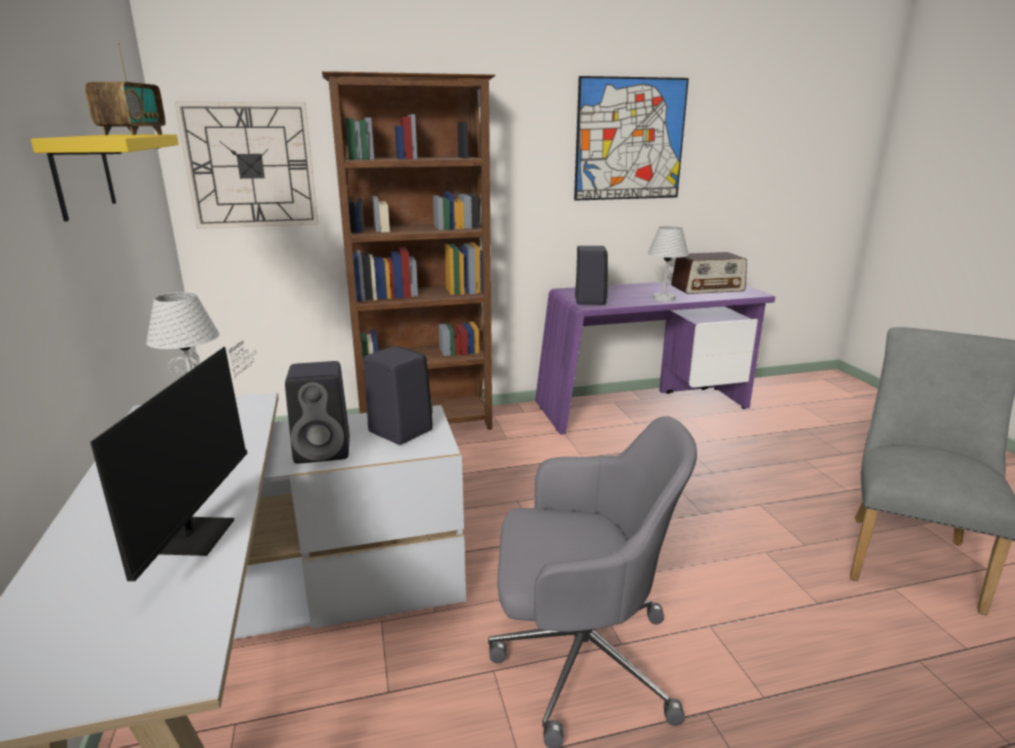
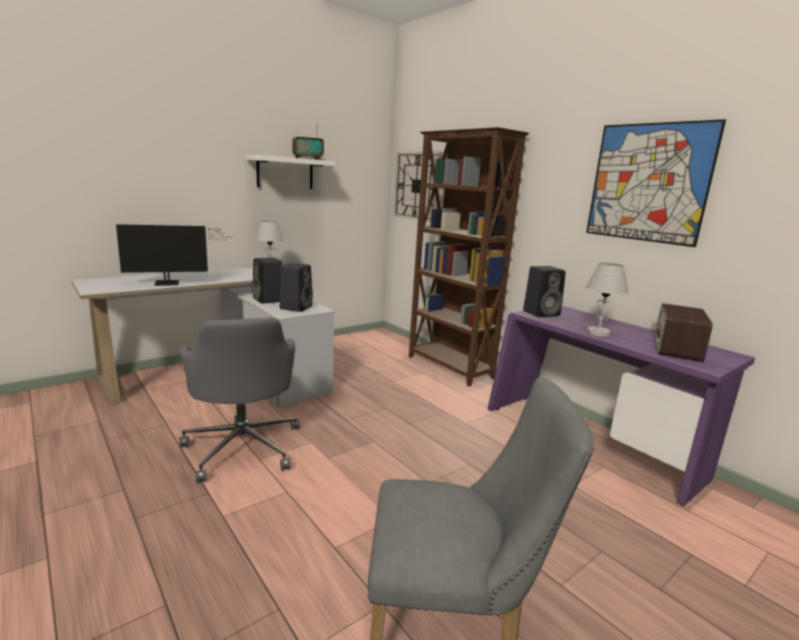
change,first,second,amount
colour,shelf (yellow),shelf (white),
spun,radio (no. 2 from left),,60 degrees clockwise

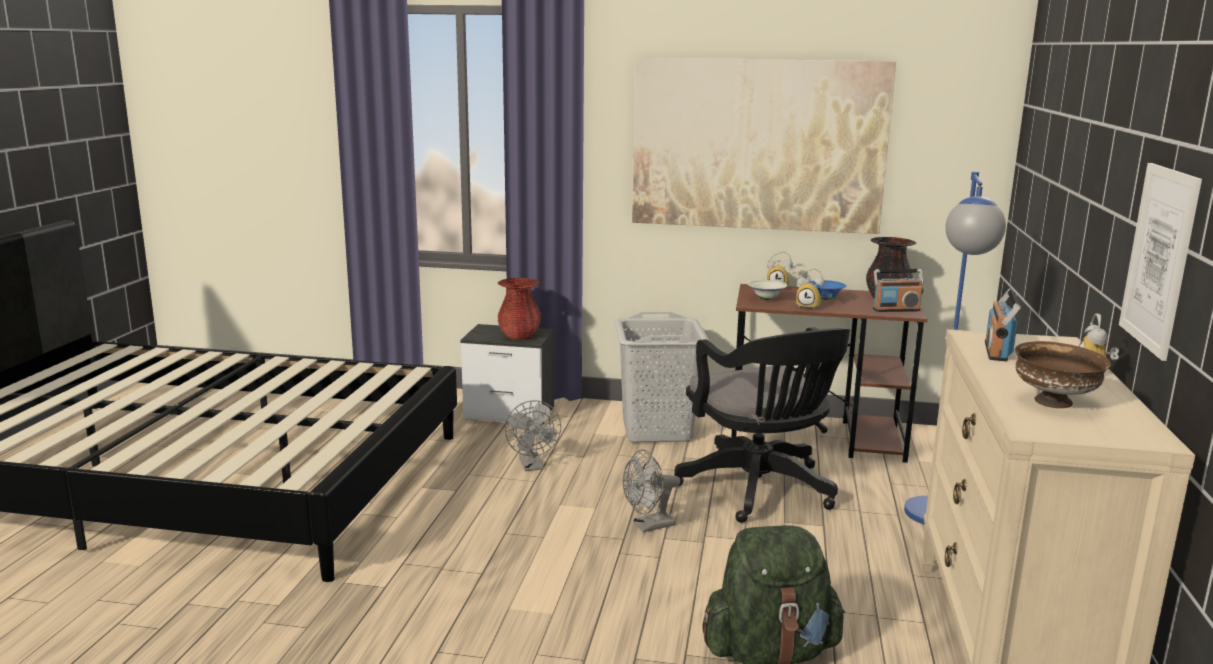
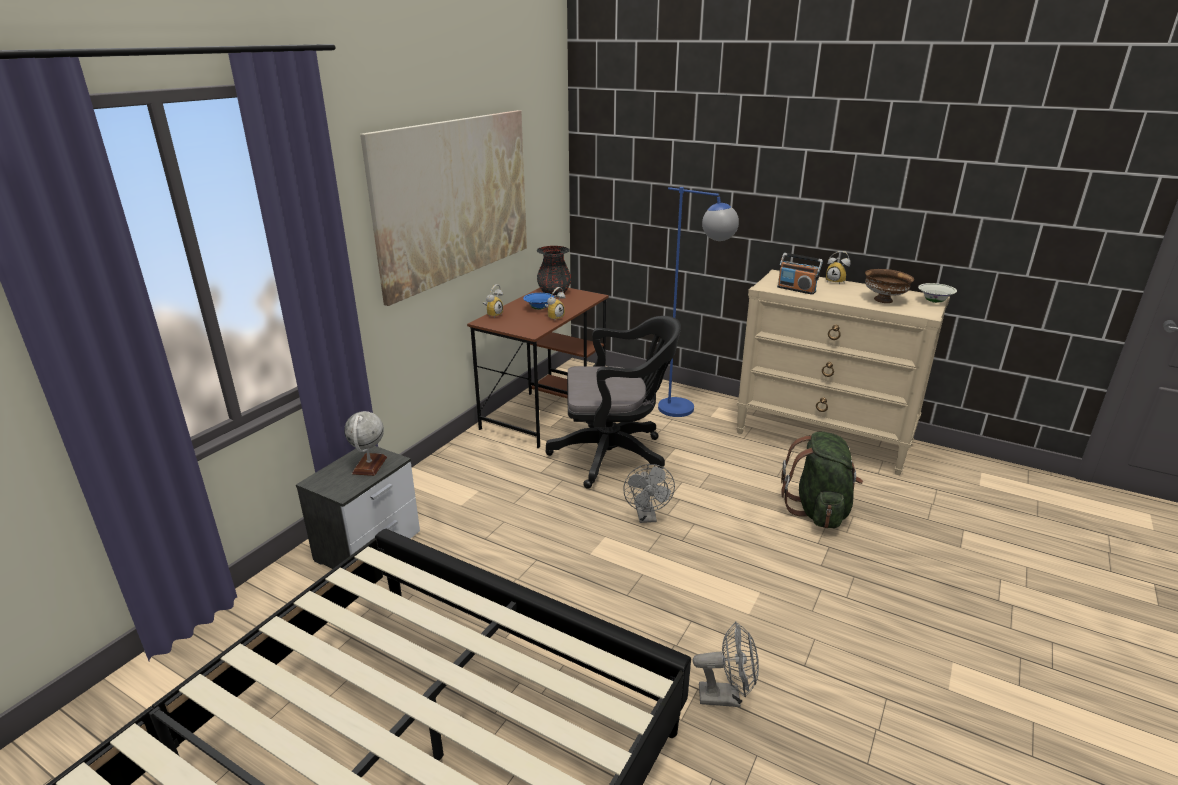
change,first,second,amount
missing,laundry basket (grey),,
missing,radio (no. 1 from left),,
missing,picture (no. 2 from left),,
relocated,fan (grey) (no. 1 from left in the first image),fan (grey) (no. 2 from left),
relocated,bowl (white),,
exchanged,vase (red),globe,

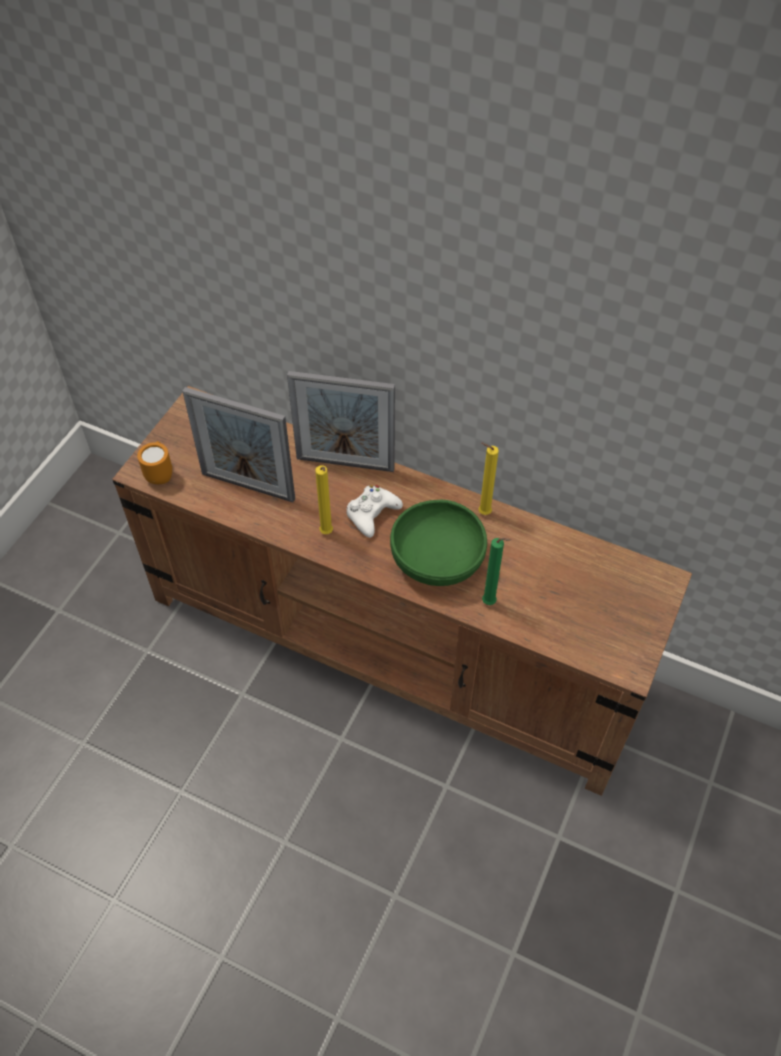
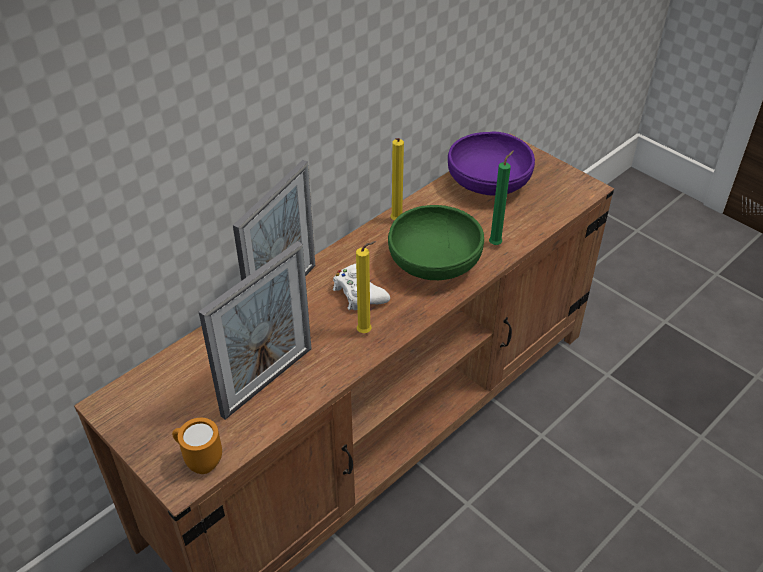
change,first,second,amount
appeared,,bowl (purple),

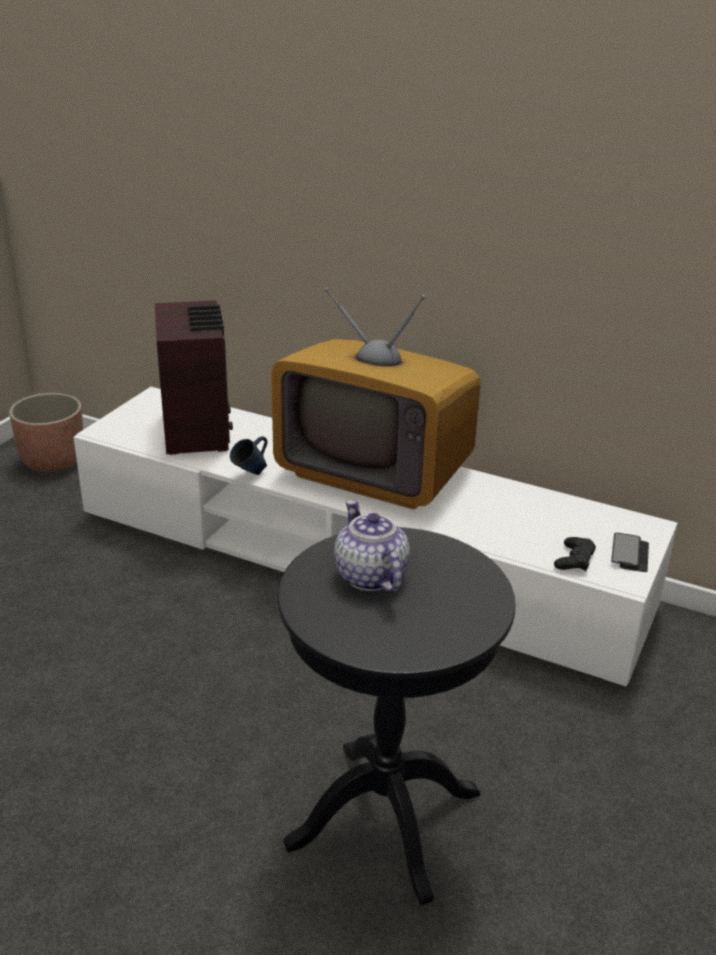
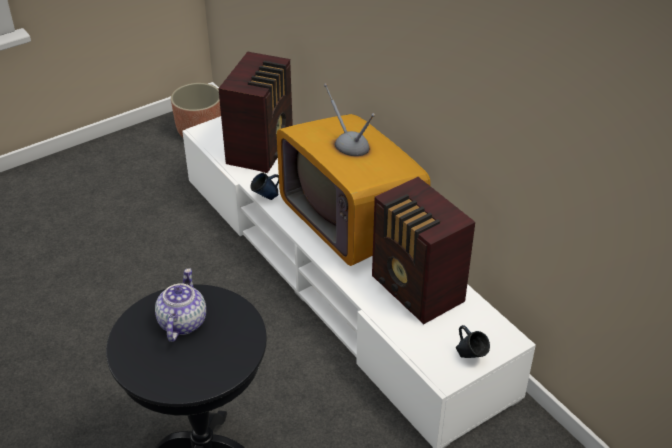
change,first,second,amount
missing,game controller (black),,
appeared,,radio (no. 2 from left),
exchanged,phone,mug (blue) (no. 2 from left),

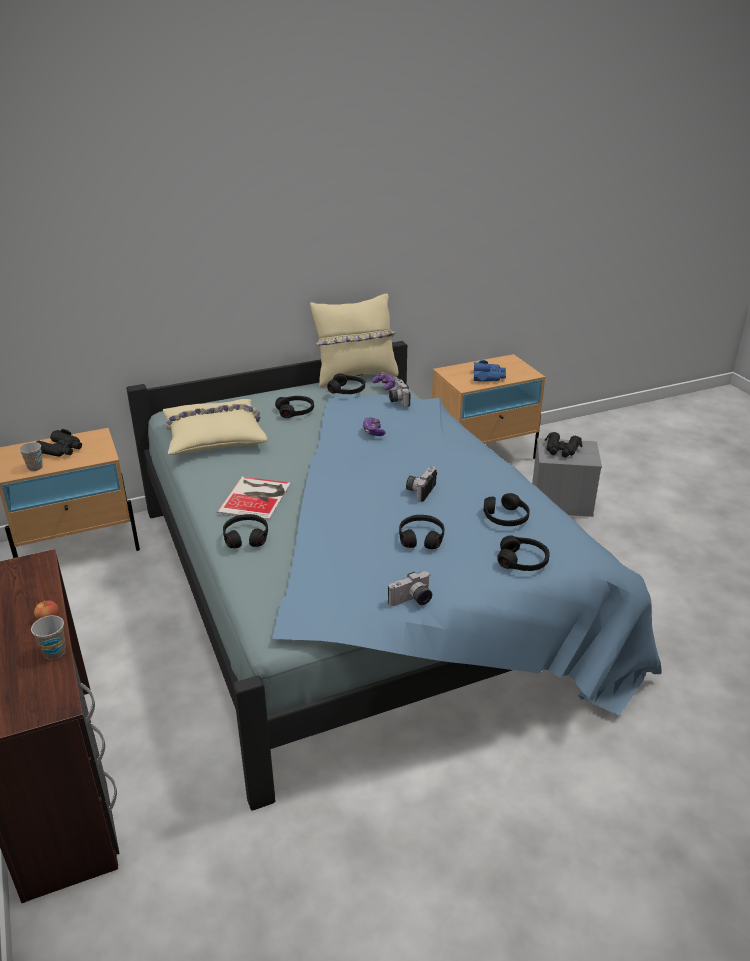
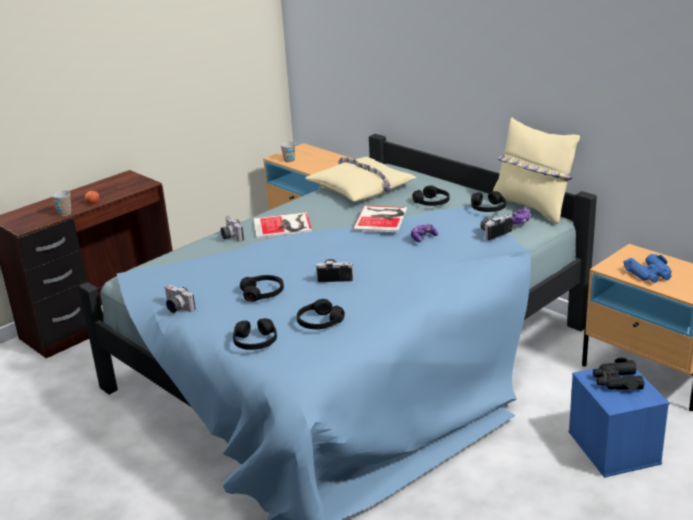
change,first,second,amount
missing,binoculars (black) (no. 1 from left),,
appeared,,book (no. 2 from left),
exchanged,headphones (black) (no. 1 from left),photo camera (no. 2 from left),
colour,storage box (grey),storage box (blue),

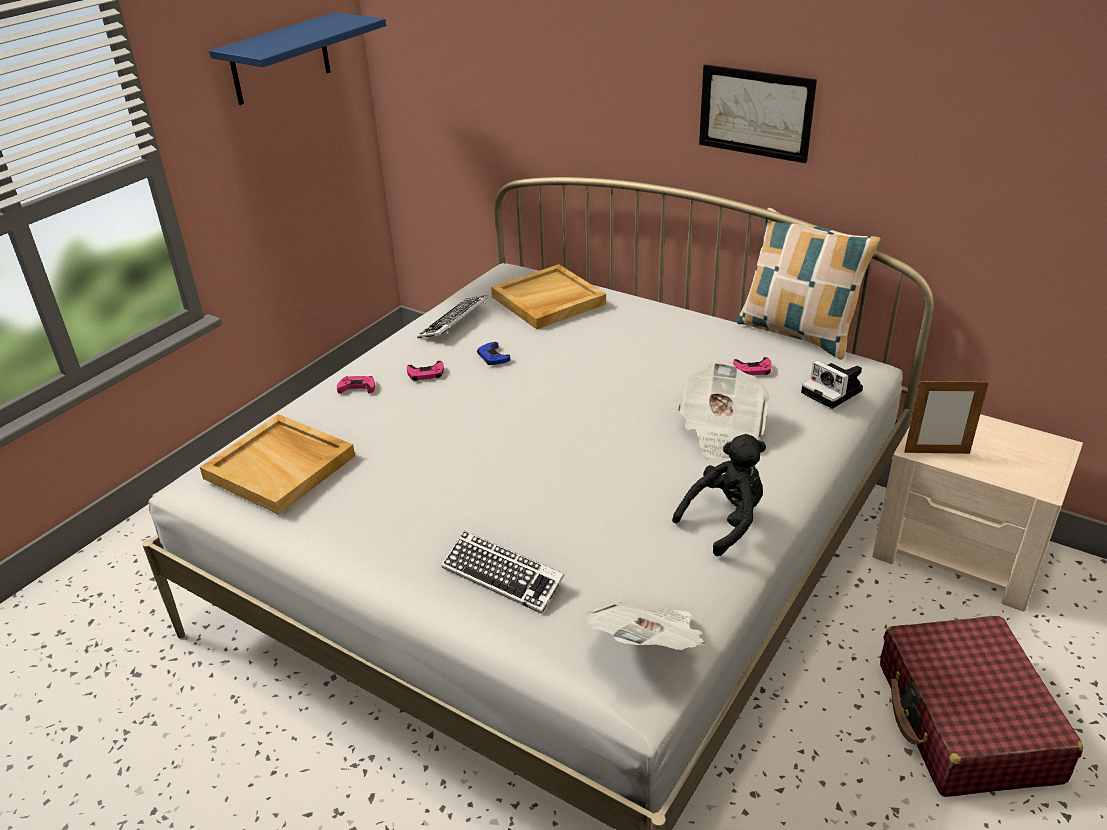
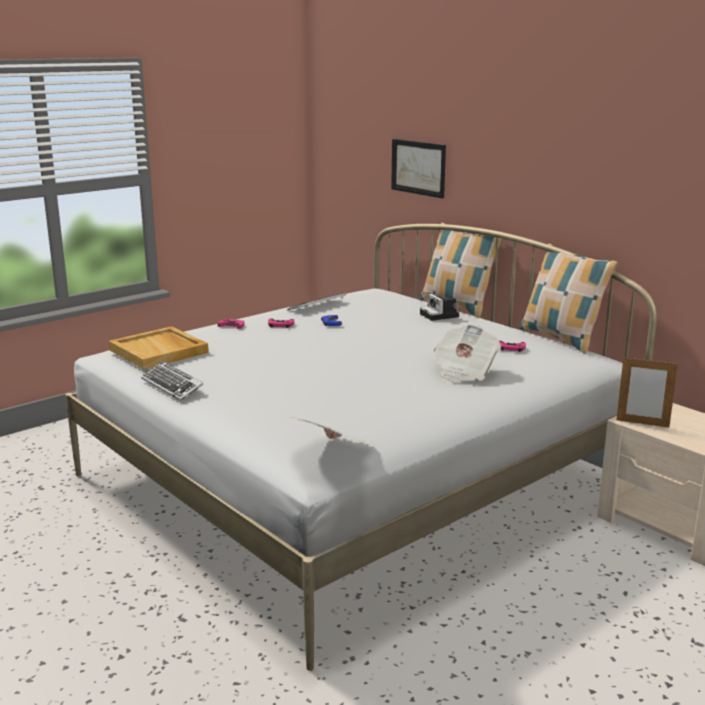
change,first,second,amount
missing,shelf (blue),,
missing,tray (beige) (no. 2 from left),,
missing,plush toy (black),,
missing,suitcase (red),,
appeared,,pillow (no. 1 from left),
relocated,keyboard (no. 2 from left in the first image),keyboard (no. 1 from left),
relocated,picture,,
relocated,photo camera,,

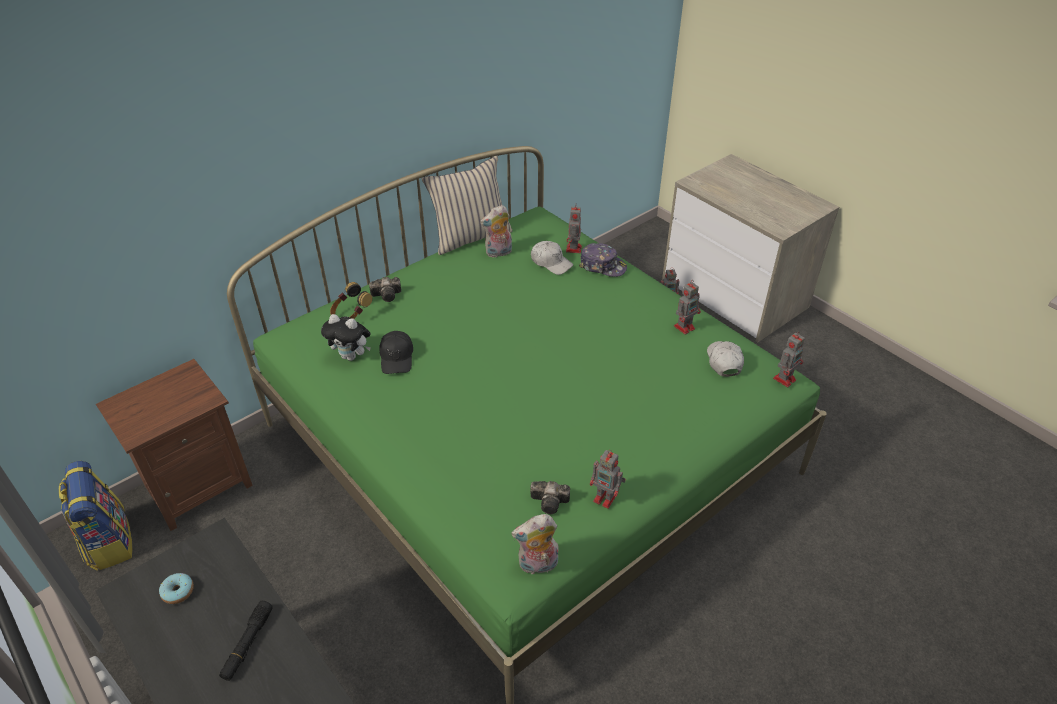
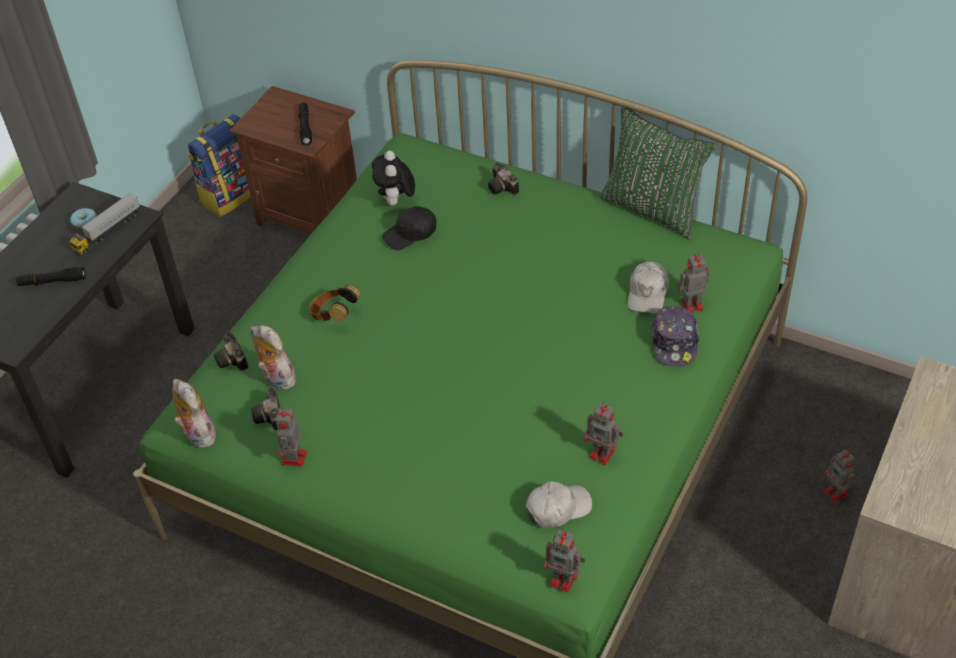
change,first,second,amount
appeared,,toy truck,
appeared,,photo camera (no. 1 from left),
appeared,,flashlight (black) (no. 2 from left),
relocated,headphones,,
relocated,plush toy (no. 2 from left),,
colour,pillow (beige),pillow (green),

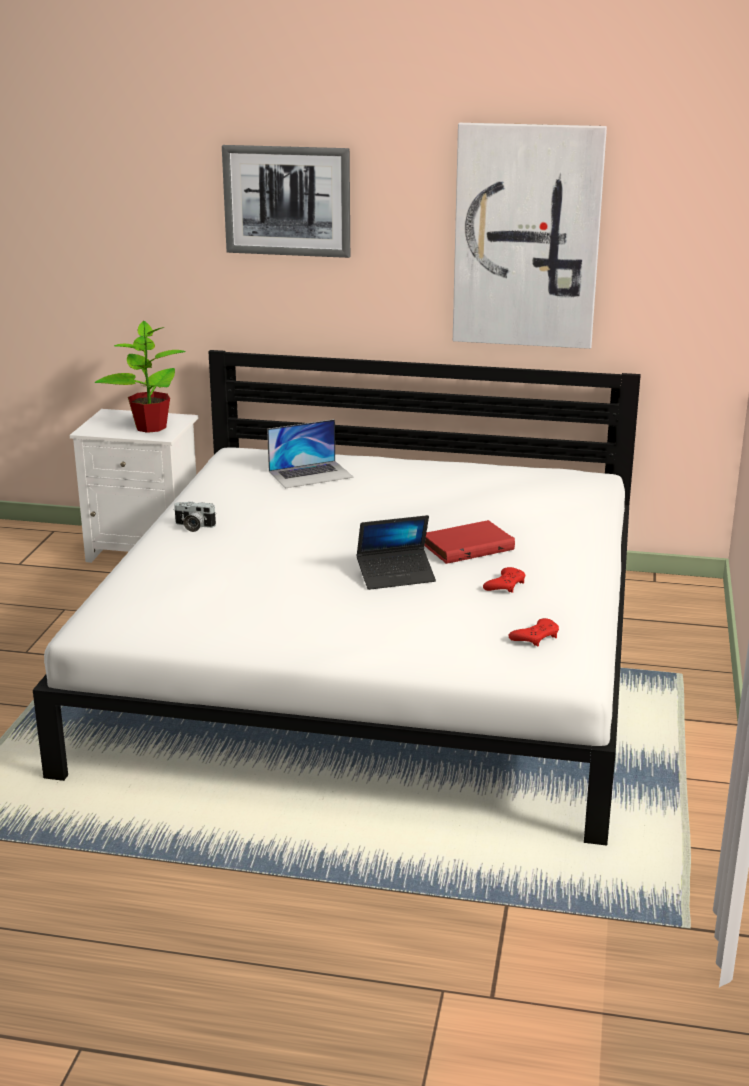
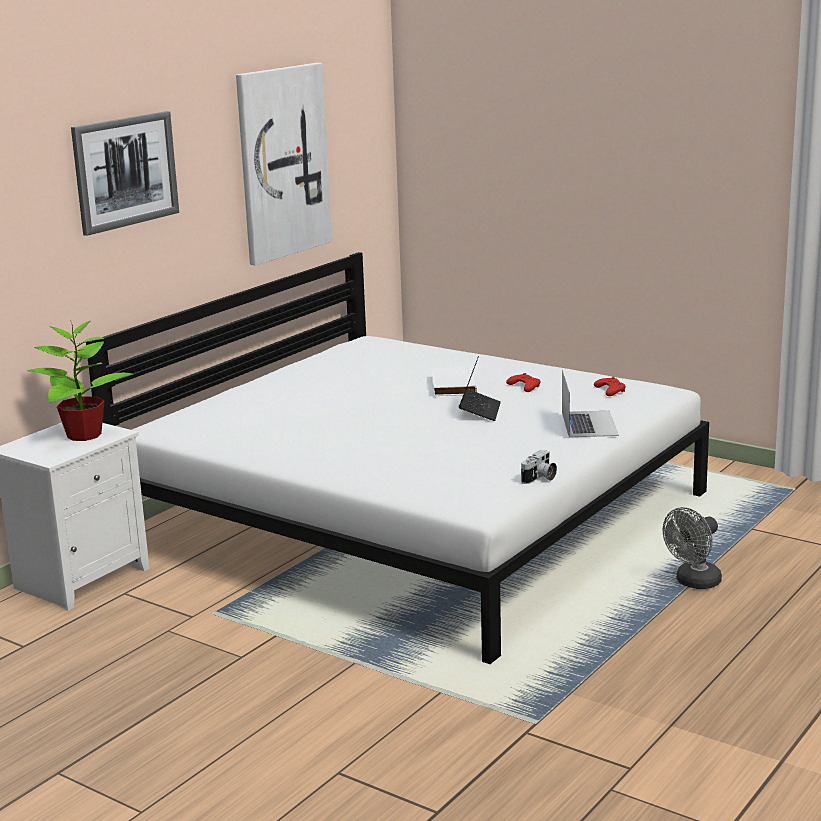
change,first,second,amount
appeared,,fan (grey),
relocated,photo camera,,
relocated,laptop (no. 1 from left in the first image),laptop (no. 2 from left),
colour,book (red),book (white),

